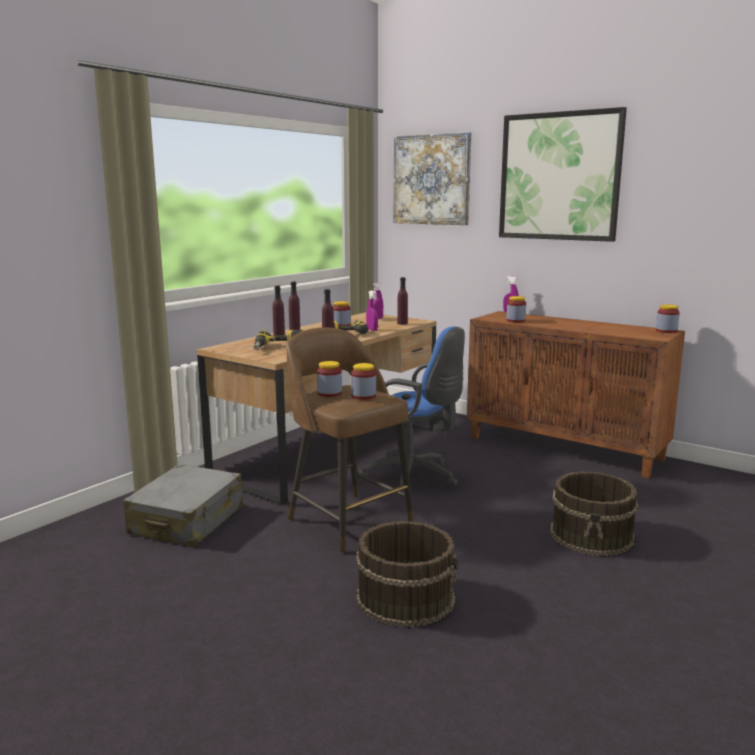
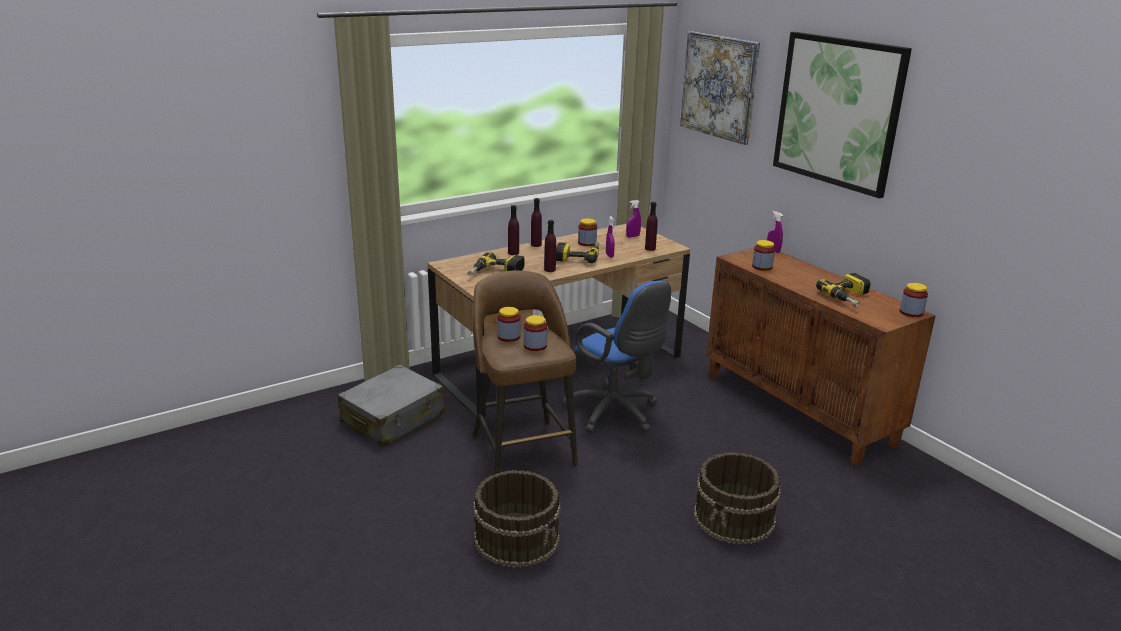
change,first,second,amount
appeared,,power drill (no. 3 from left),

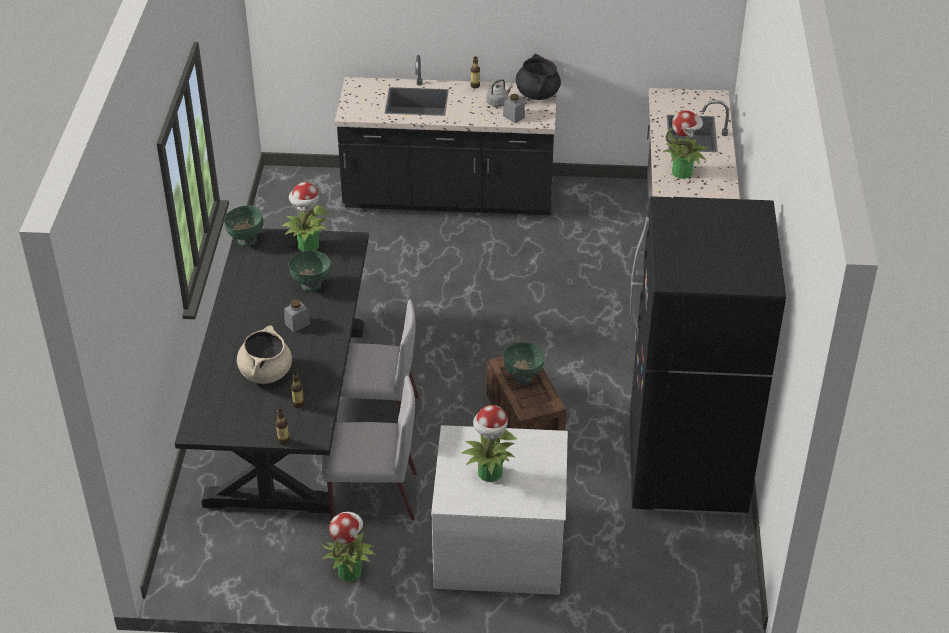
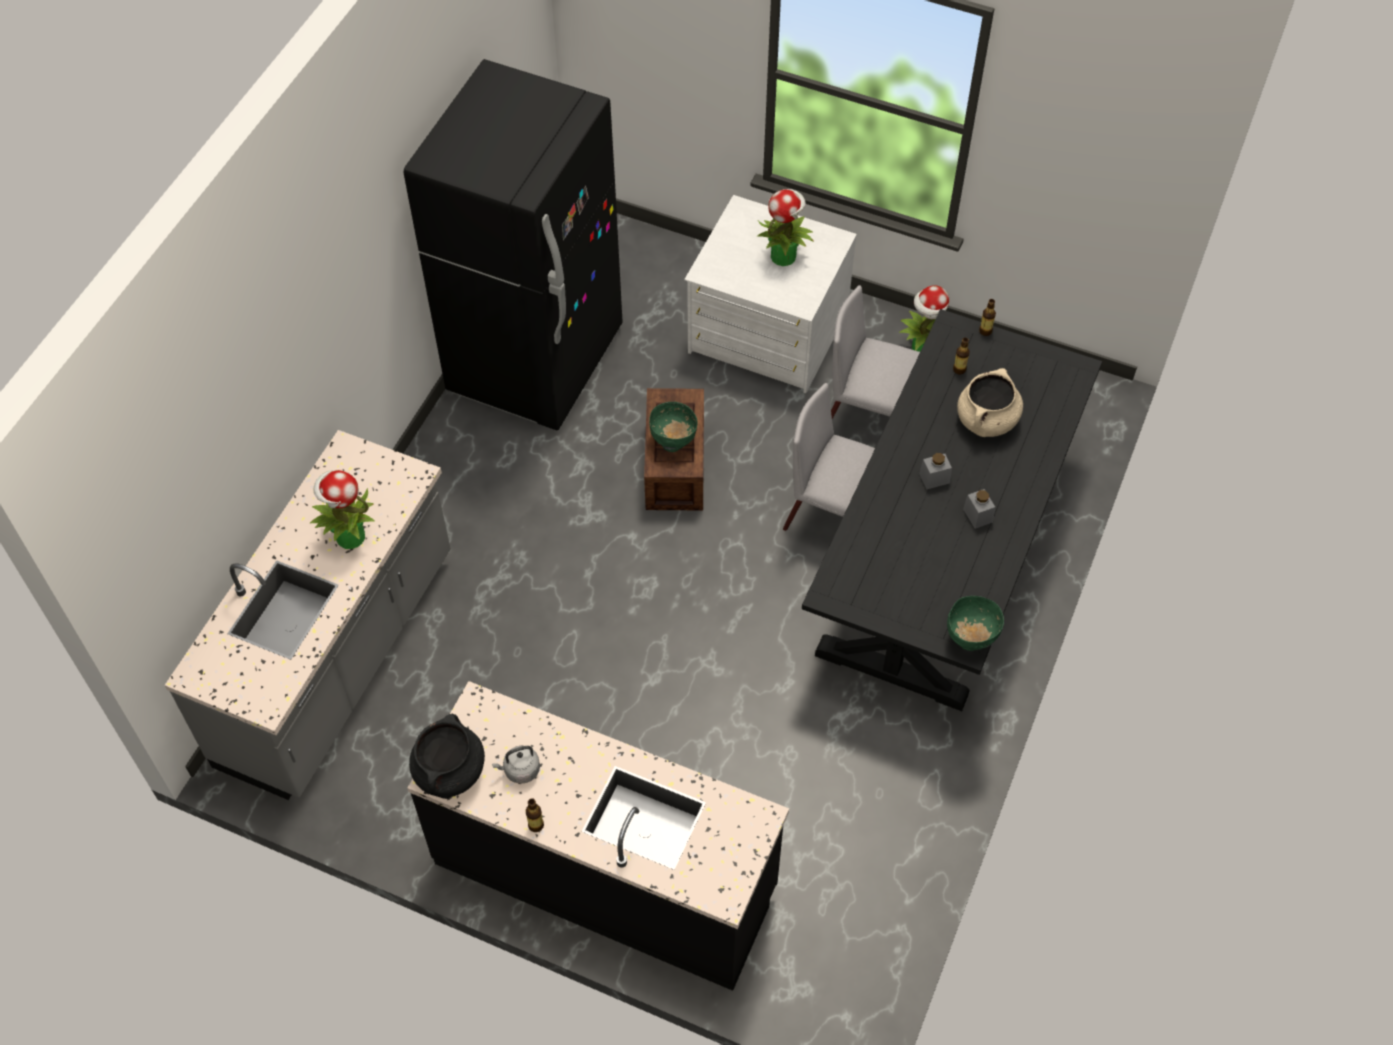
change,first,second,amount
missing,potted plant (no. 1 from left),,
missing,bowl (green) (no. 2 from left),,
relocated,jar (grey) (no. 2 from left),,

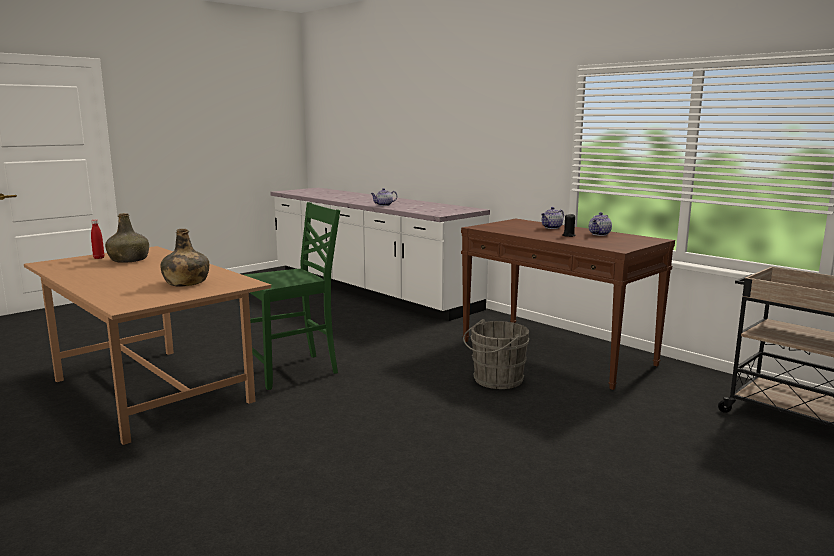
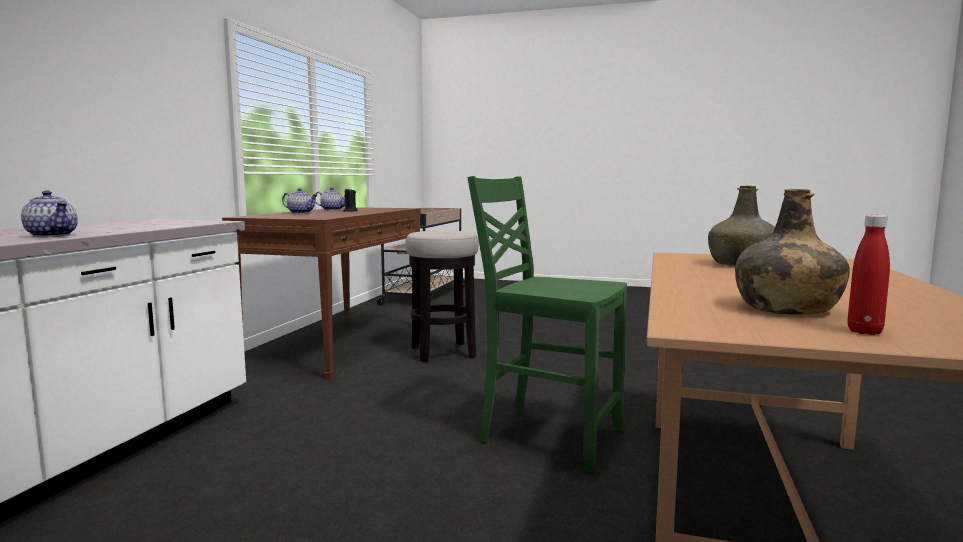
change,first,second,amount
exchanged,bucket (grey),stool,

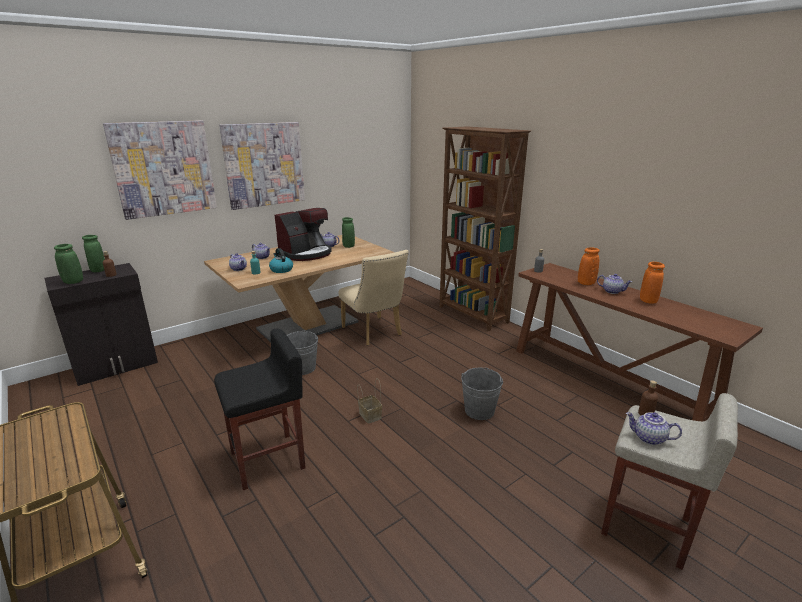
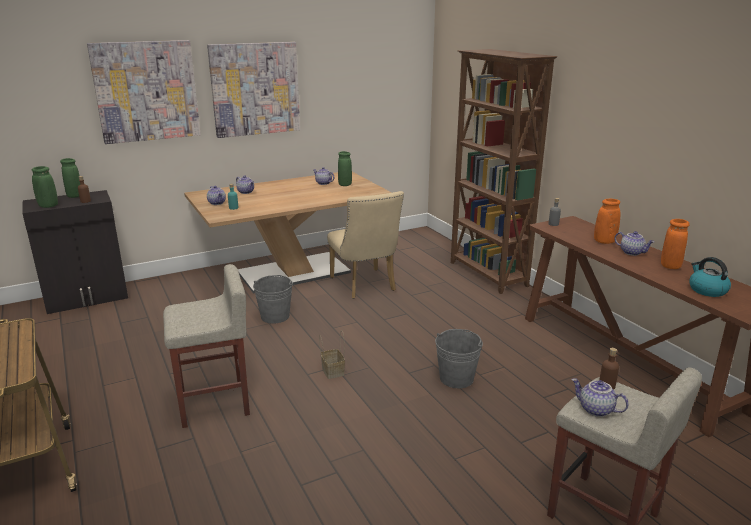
change,first,second,amount
missing,coffee machine,,
relocated,kettle,,
colour,stool (black),stool (beige) (no. 1 from left),

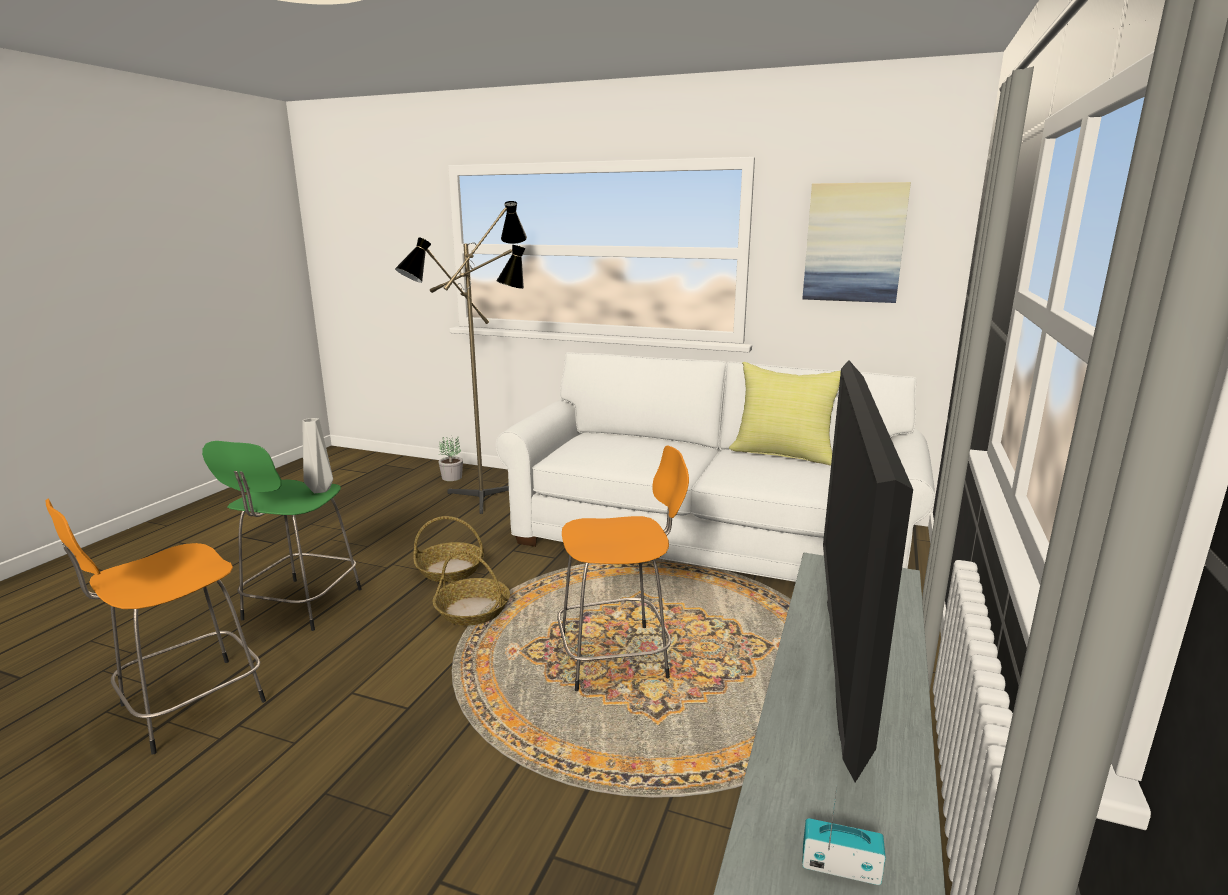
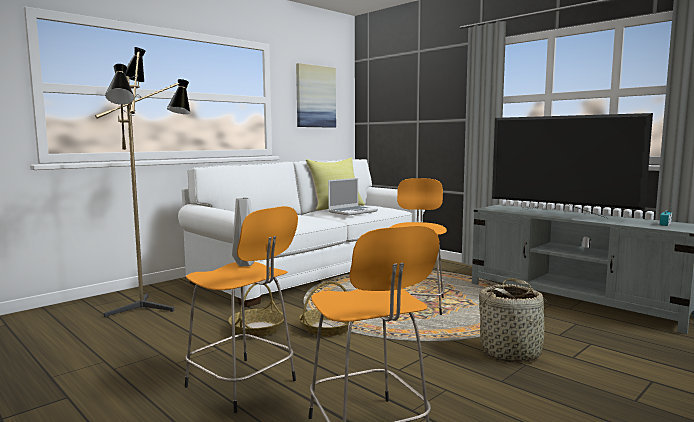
change,first,second,amount
missing,potted plant,,
appeared,,laptop,
appeared,,basket (no. 3 from left),
colour,stool (green),stool (orange) (no. 1 from left),

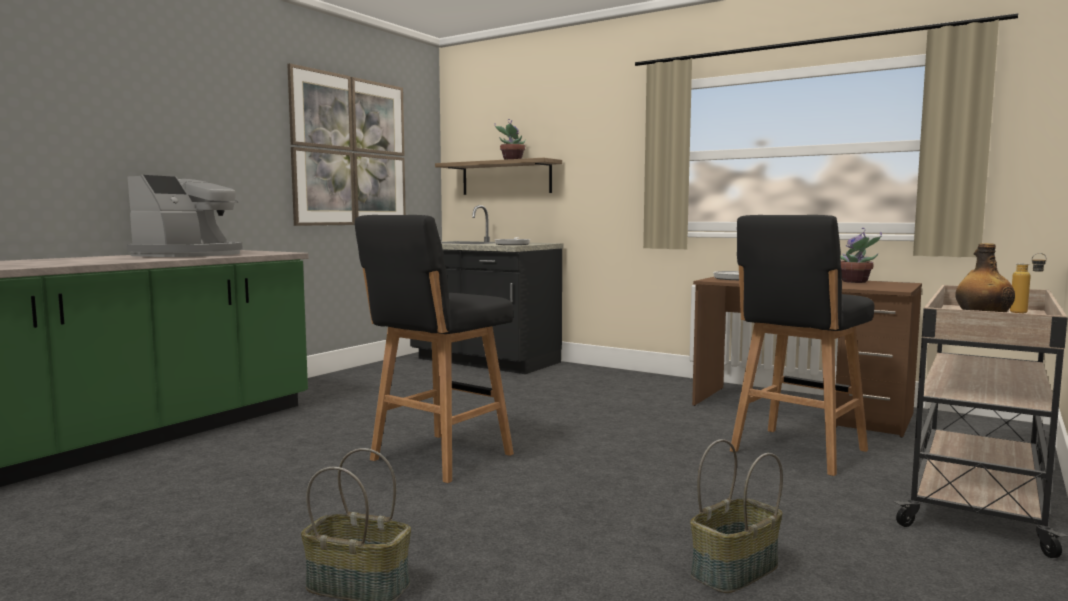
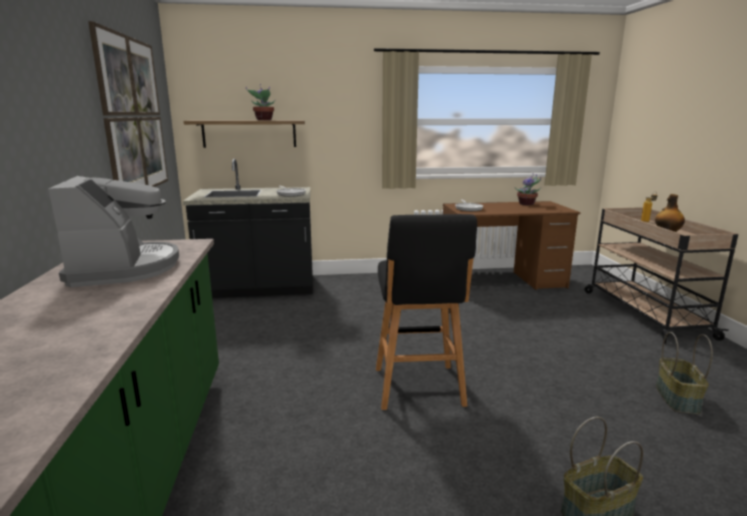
change,first,second,amount
missing,stool (black) (no. 2 from left),,

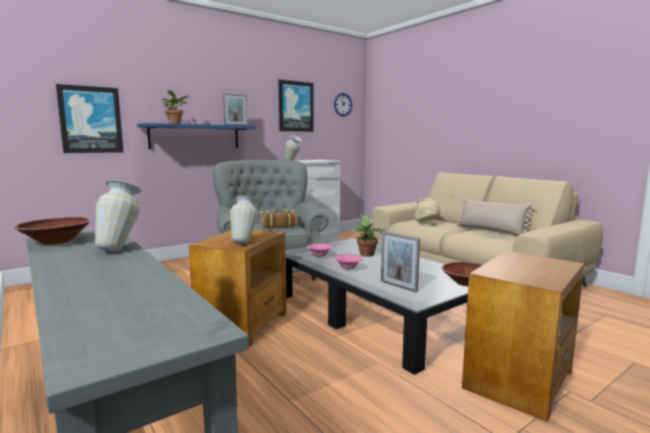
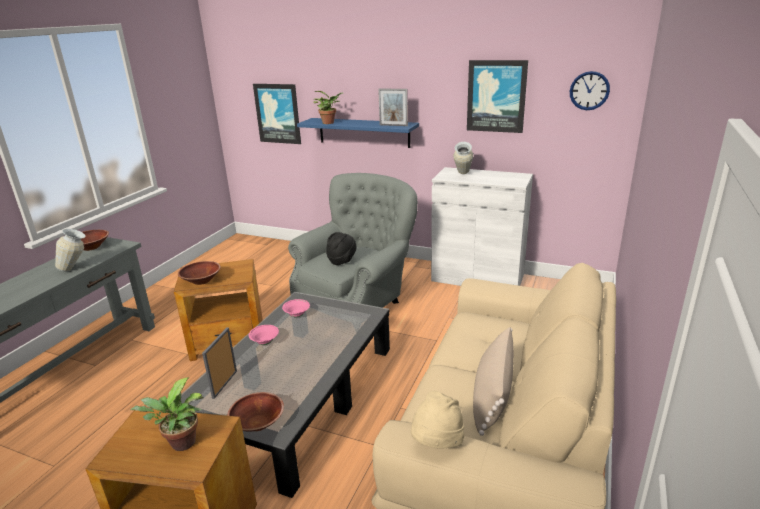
change,first,second,amount
relocated,potted plant (no. 2 from left in the first image),potted plant (no. 1 from left),
relocated,hat (beige),,
exchanged,vase (no. 2 from left),bowl (brown) (no. 2 from left),
exchanged,book,hat (black),

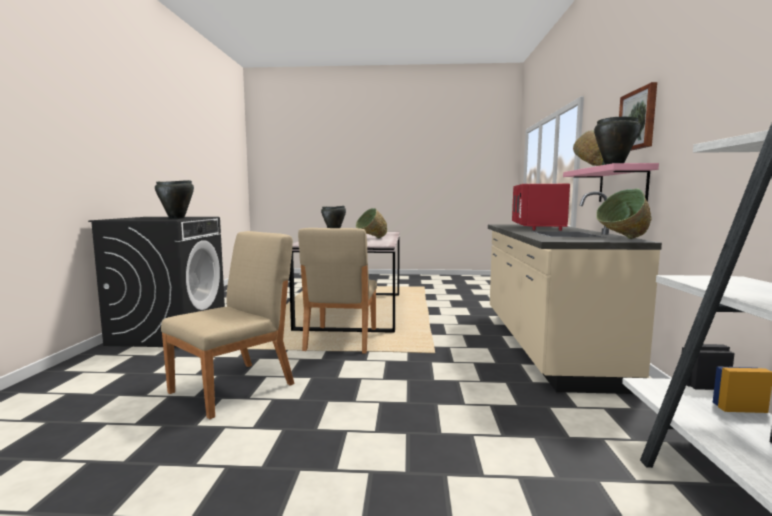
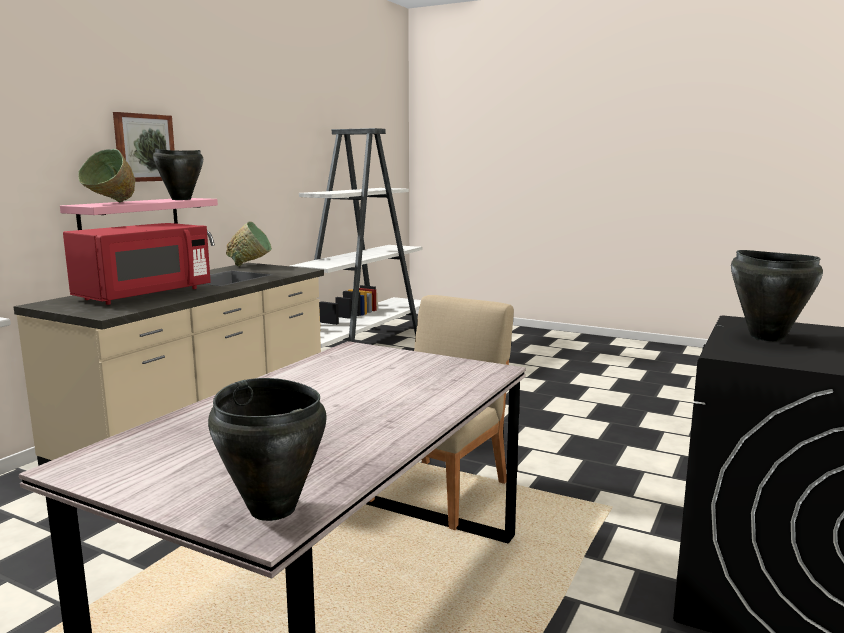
change,first,second,amount
missing,chair (beige) (no. 1 from left),,
missing,bowl (green) (no. 1 from left),,

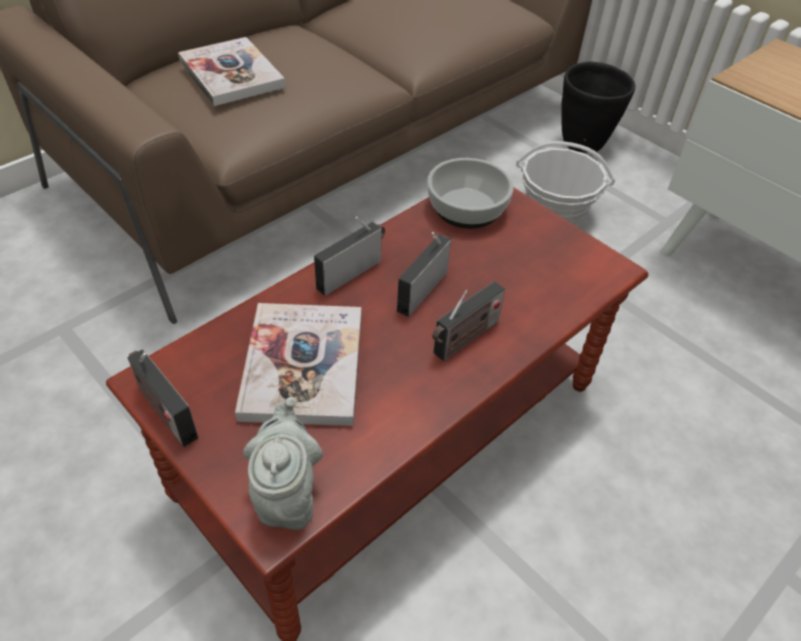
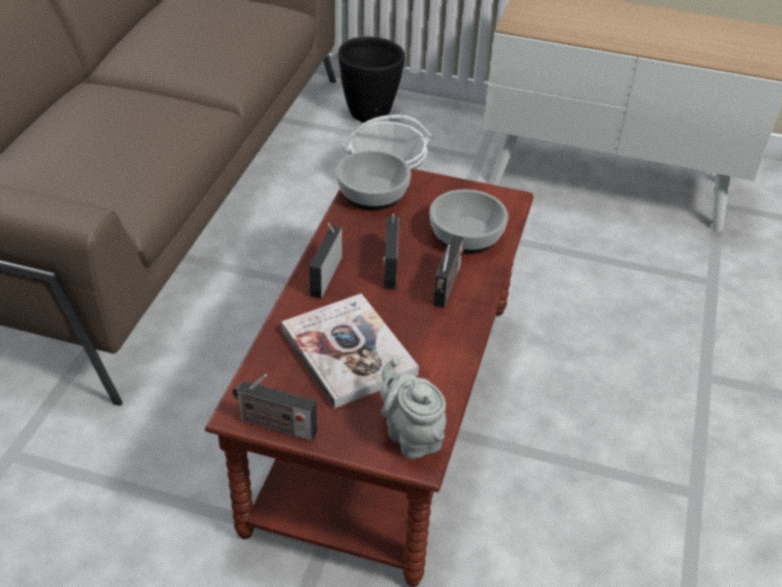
change,first,second,amount
missing,book (no. 1 from left),,
appeared,,bowl (no. 2 from left),

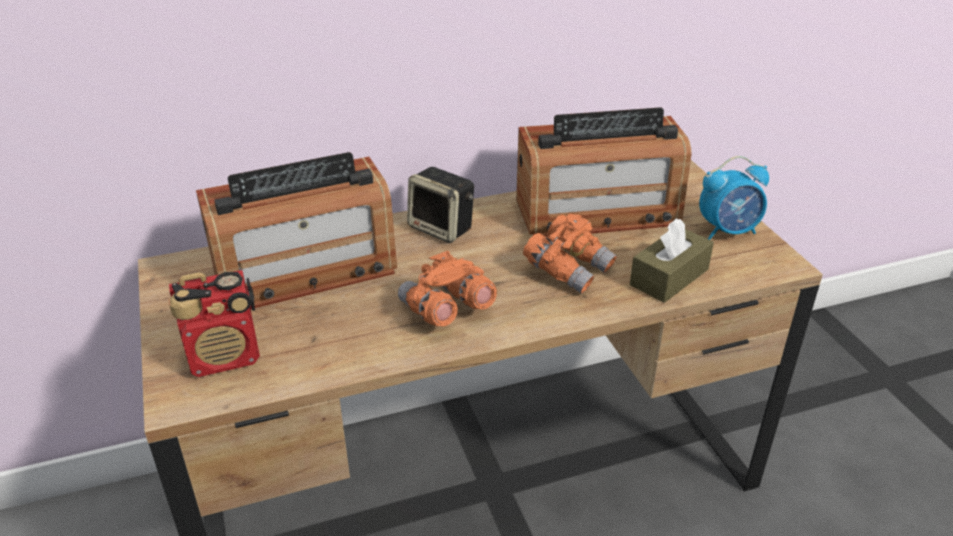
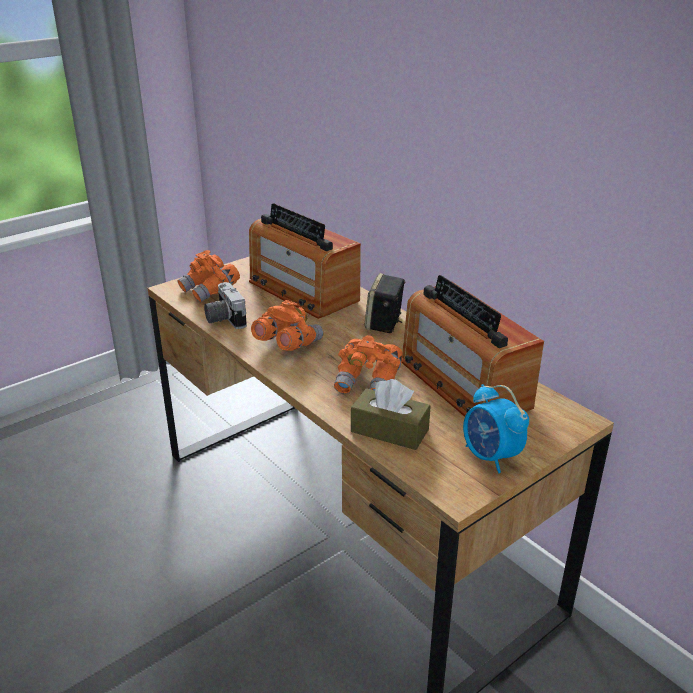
change,first,second,amount
appeared,,photo camera,
exchanged,radio (no. 1 from left),binoculars (orange) (no. 1 from left),

